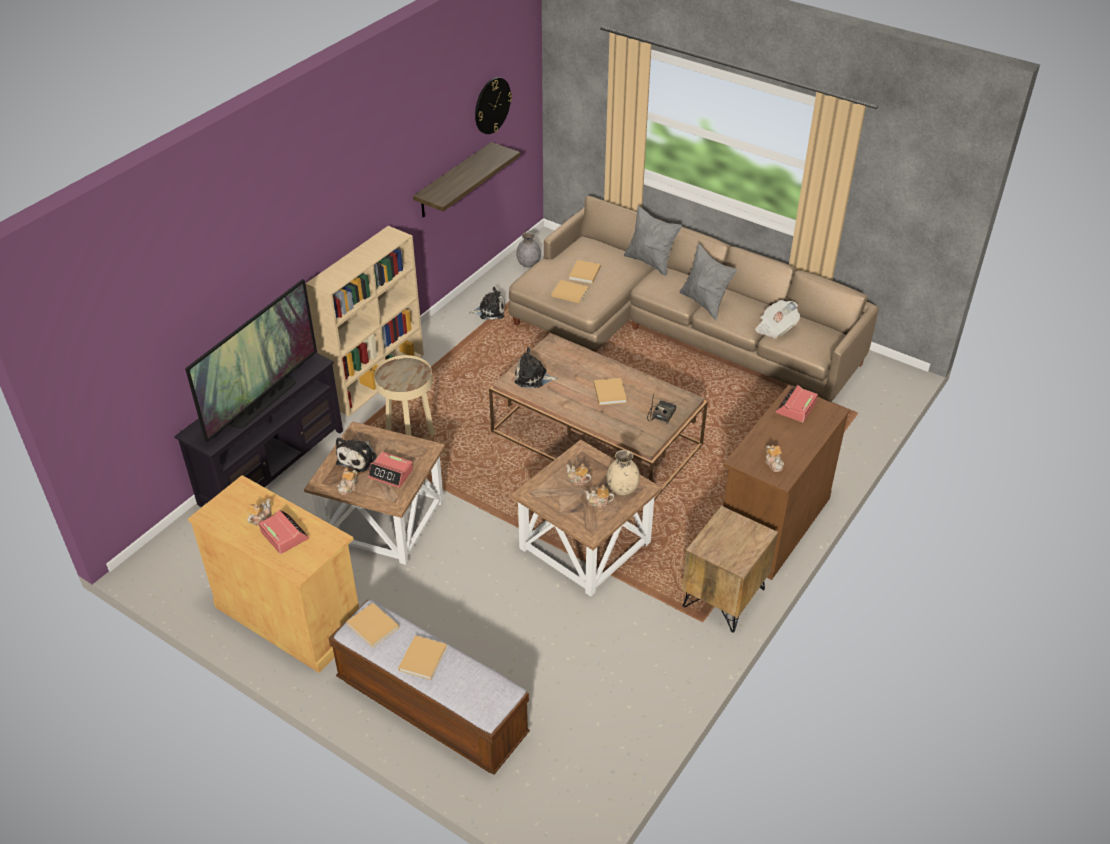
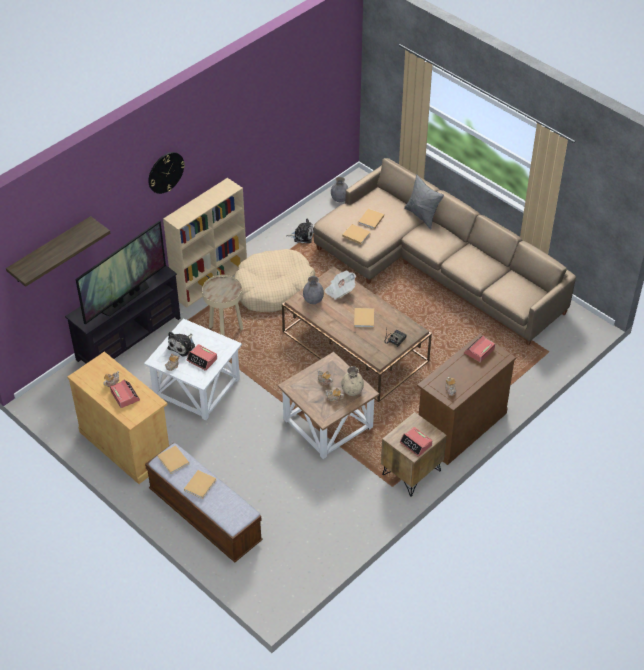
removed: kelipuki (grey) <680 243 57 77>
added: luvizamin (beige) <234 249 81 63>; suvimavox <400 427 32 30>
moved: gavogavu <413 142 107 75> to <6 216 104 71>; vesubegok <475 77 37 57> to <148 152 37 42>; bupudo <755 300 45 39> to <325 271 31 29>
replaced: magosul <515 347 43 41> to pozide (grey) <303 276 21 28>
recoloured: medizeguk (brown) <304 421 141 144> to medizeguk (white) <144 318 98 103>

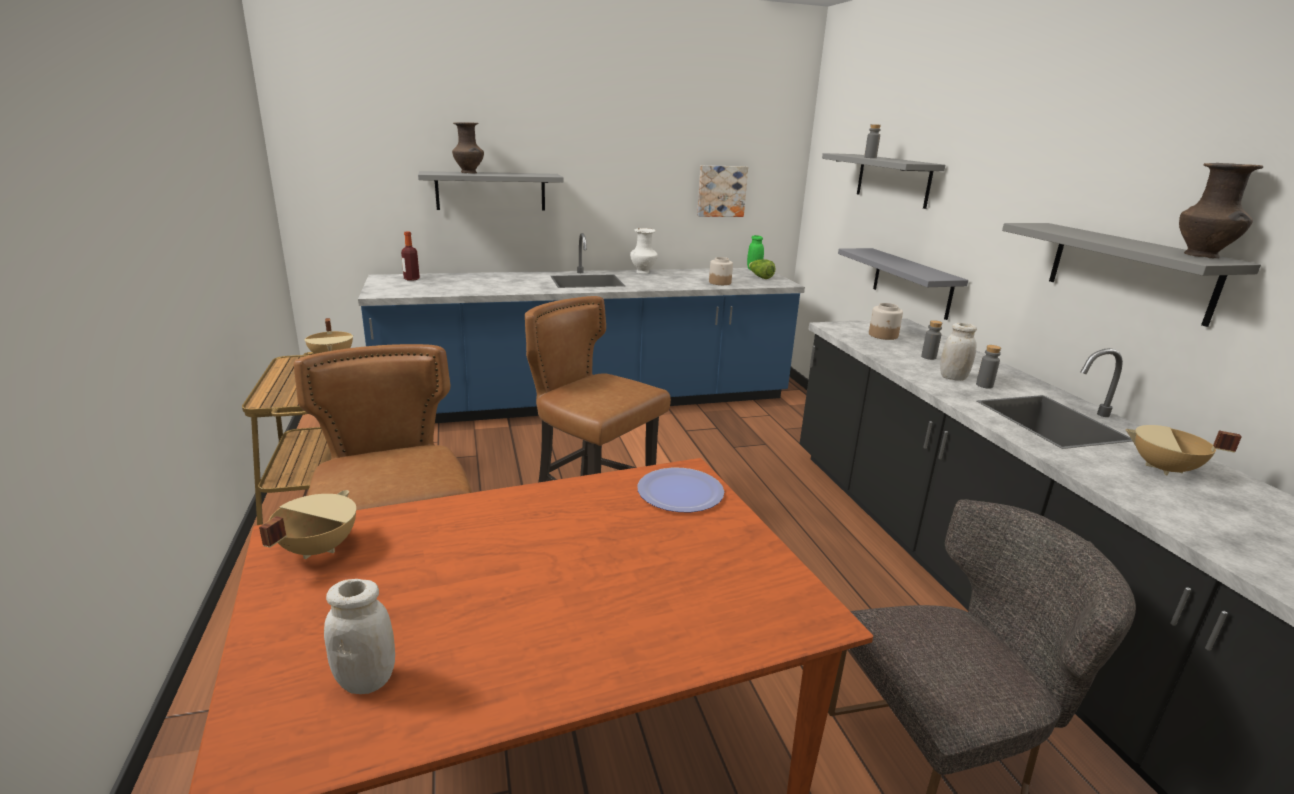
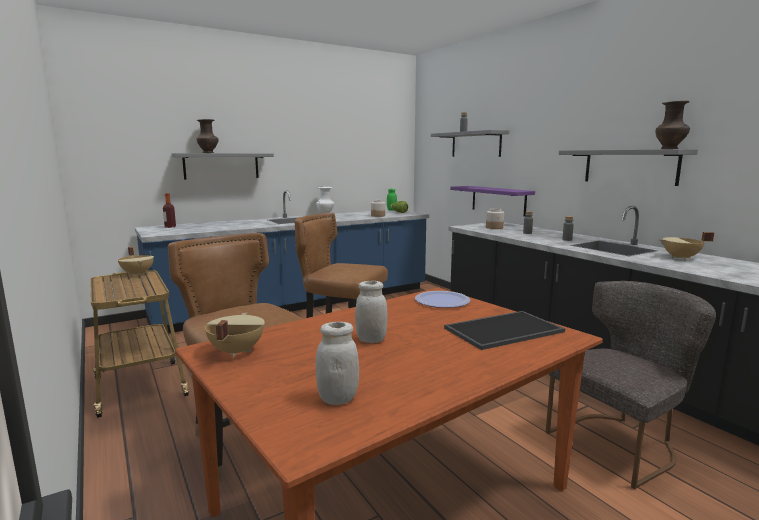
removed: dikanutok <697 165 51 52>
added: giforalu <444 311 121 39>
moved: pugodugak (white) <940 323 37 58> to <355 281 32 62>
recoloured: gavogavu (grey) <838 248 130 72> to gavogavu (purple) <450 186 85 31>

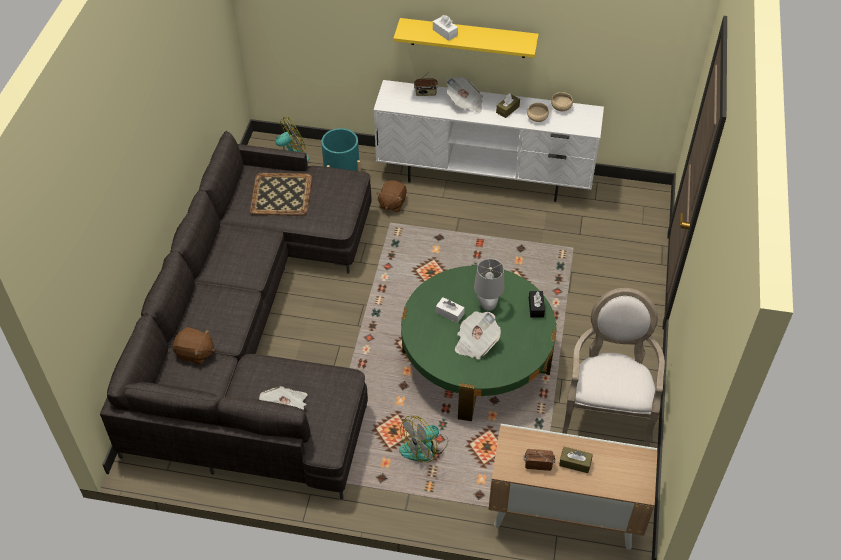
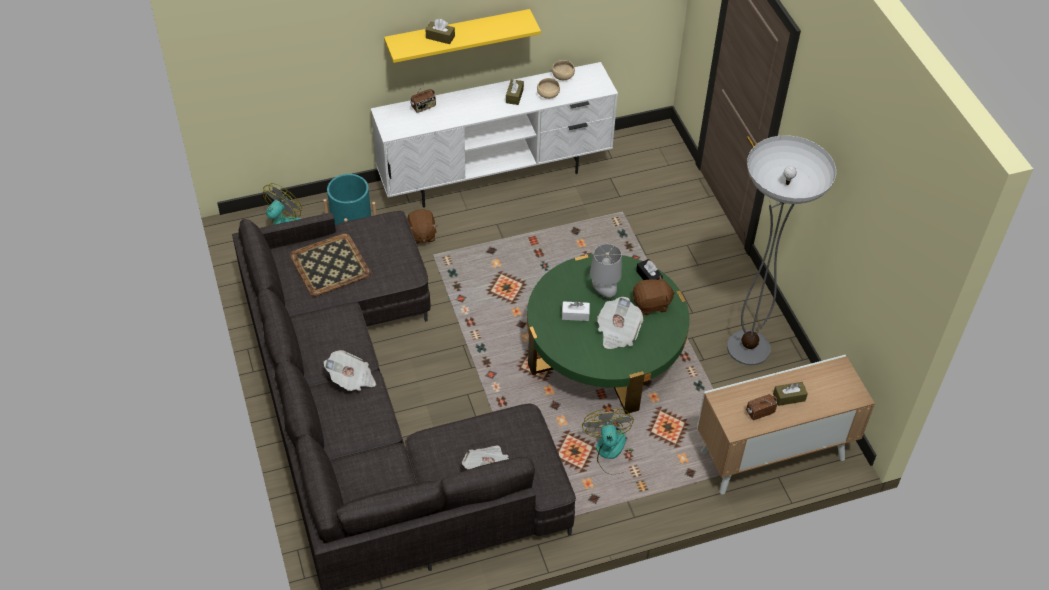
moved: magosul (brown) <173 327 42 38> to <633 275 42 40>; bupudo <446 76 37 37> to <324 350 52 41>
replaced: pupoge <562 288 103 159> to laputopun <727 135 109 230>
recoloured: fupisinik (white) <433 15 25 26> to fupisinik (brown) <426 19 29 25>
turned: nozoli <399 416 49 46> = <582 408 52 66> 150 degrees clockwise

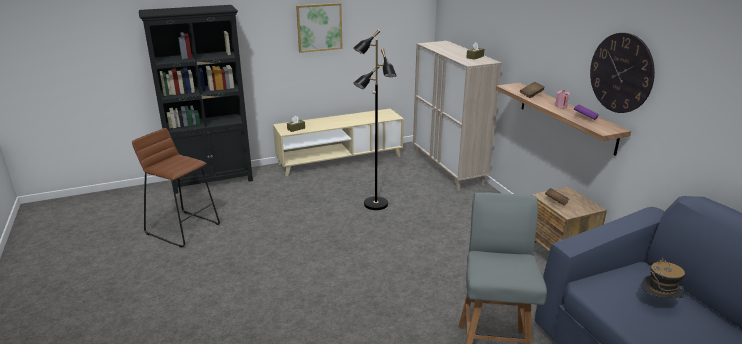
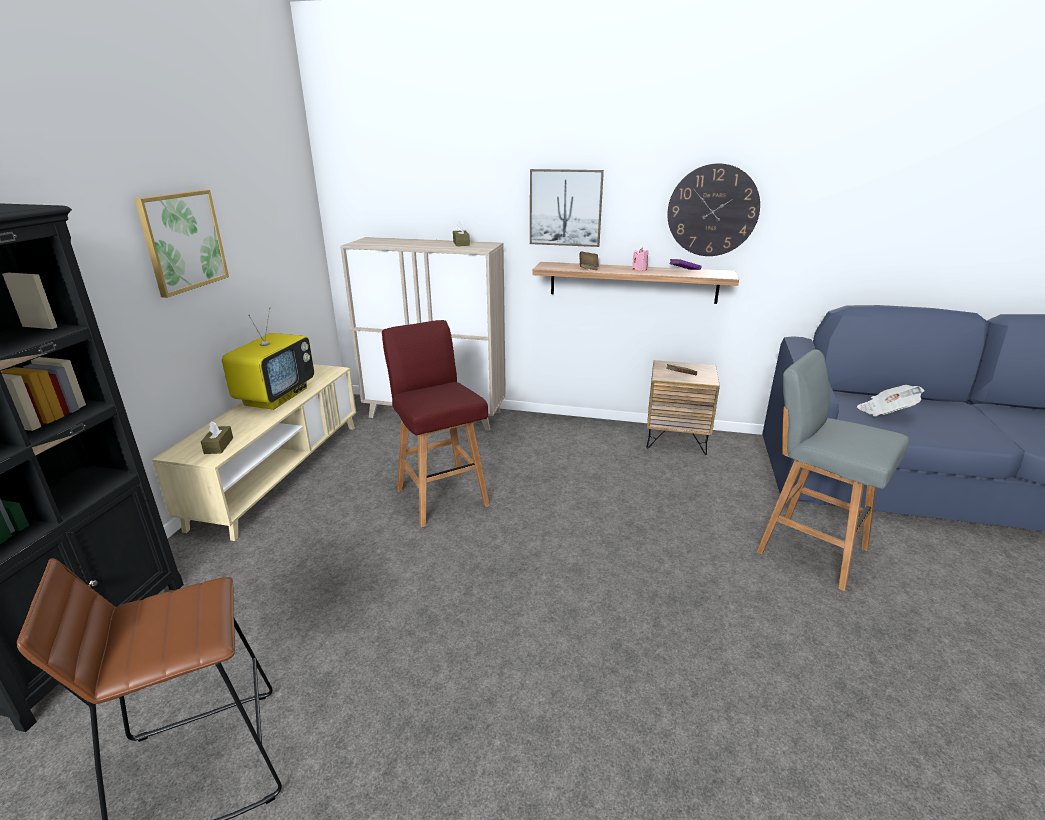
added: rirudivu <222 307 92 103>; dikanutok <530 169 74 78>
replaced: laputopun (black) <353 30 44 180> to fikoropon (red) <382 320 108 207>; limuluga <642 257 43 41> to bupudo <857 385 68 31>

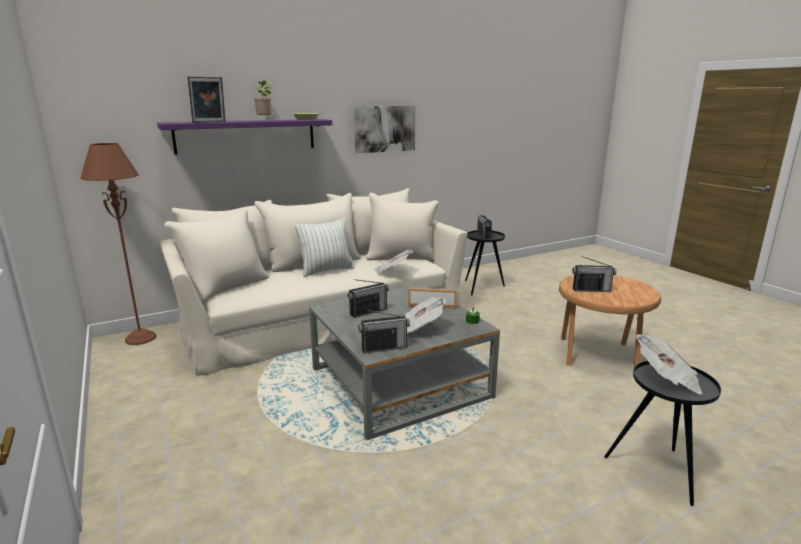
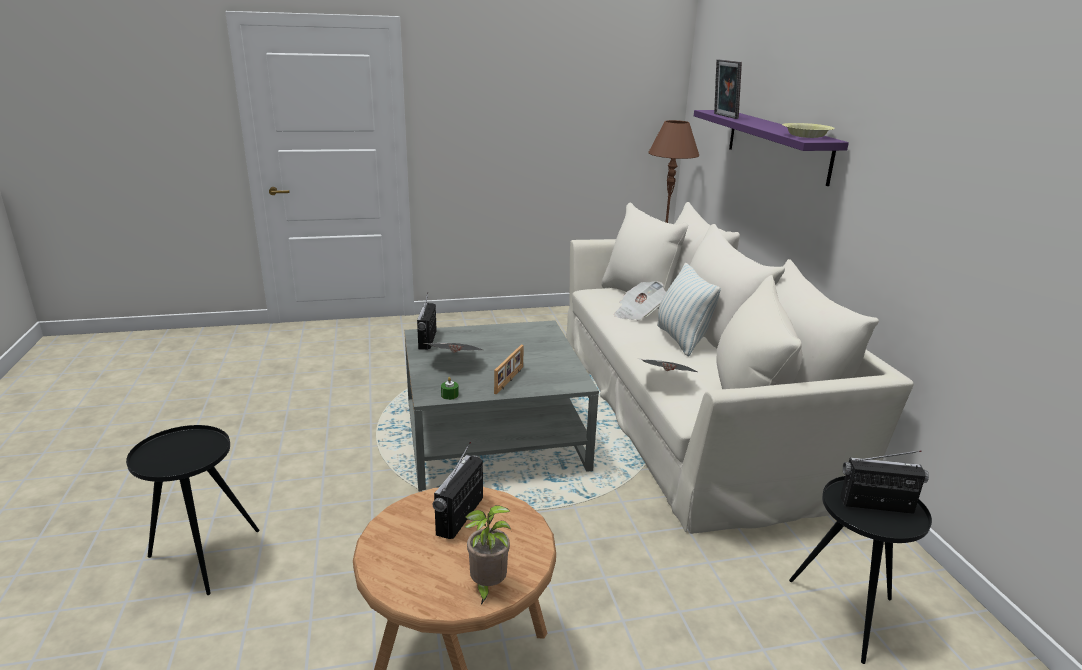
removed: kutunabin <347 279 42 39>; dikanutok <354 106 61 47>
moved: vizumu <254 81 19 36> to <464 505 47 100>; bupudo <636 334 66 60> to <614 281 52 40>

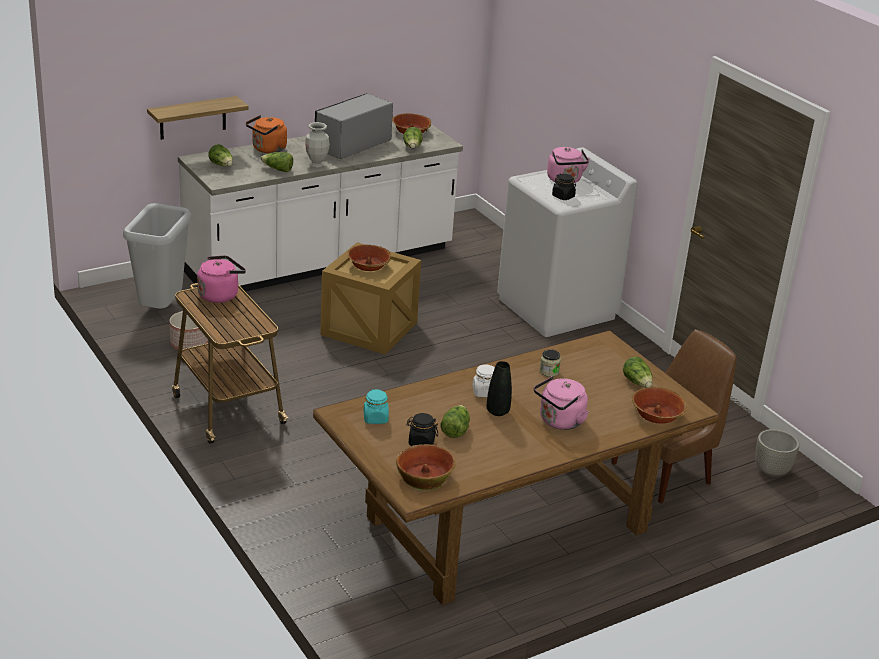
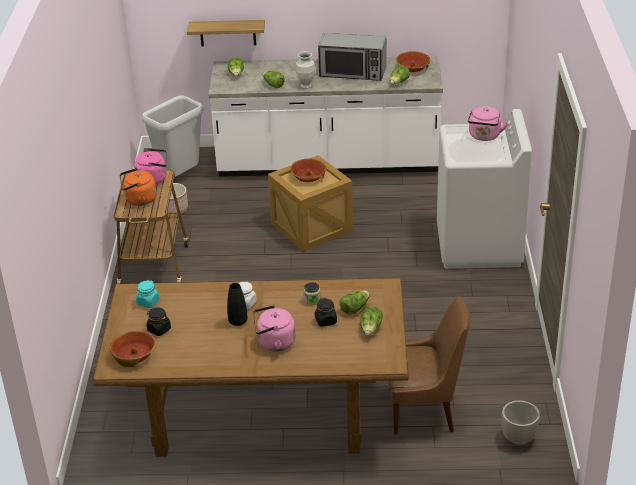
removed: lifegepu <632 387 55 37>
moved: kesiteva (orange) <246 115 41 38> to <120 168 37 38>; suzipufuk <441 405 29 33> to <339 291 31 24>; pugodugak (black) <552 174 24 26> to <315 298 22 29>
turned: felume <315 93 78 66> = <318 33 68 48> 150 degrees counterclockwise

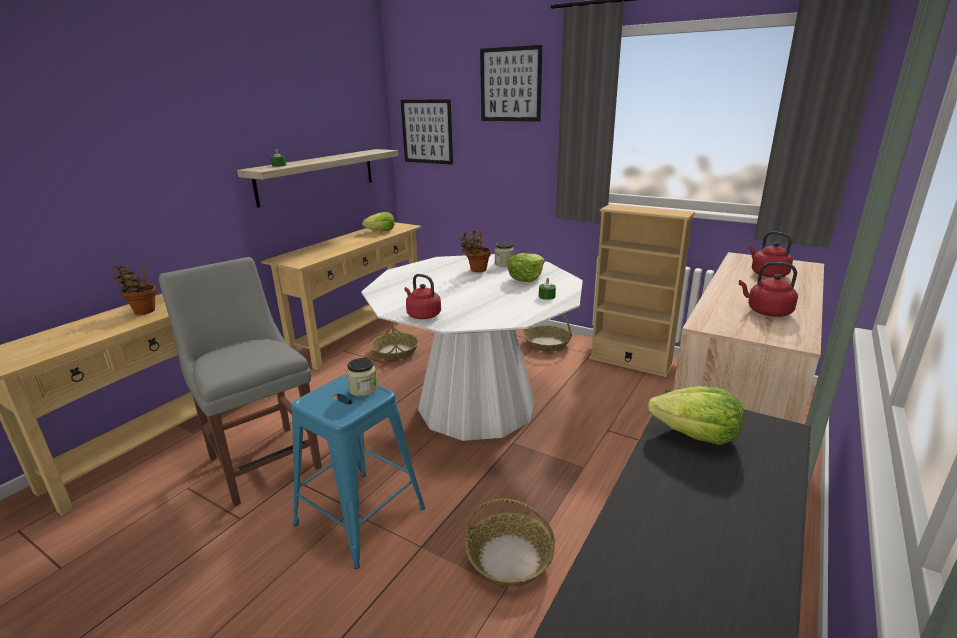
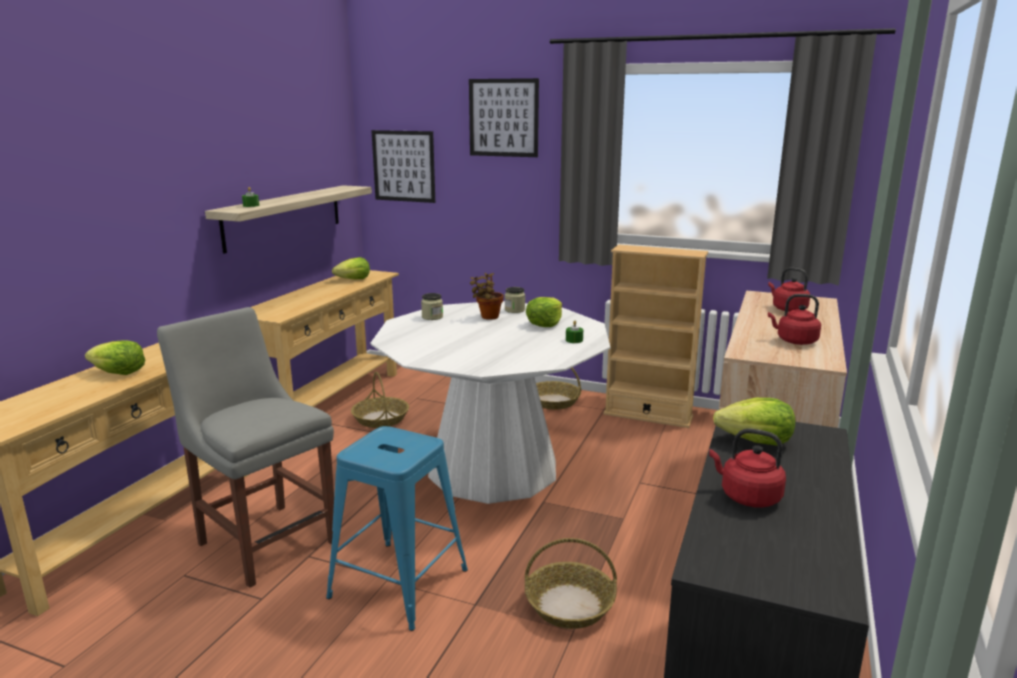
moved: pugodugak <347 358 30 38> to <421 293 22 27>; kesiteva (red) <404 274 37 45> to <709 428 77 80>
replaced: vizumu <112 264 45 51> to suzipufuk <85 341 60 34>

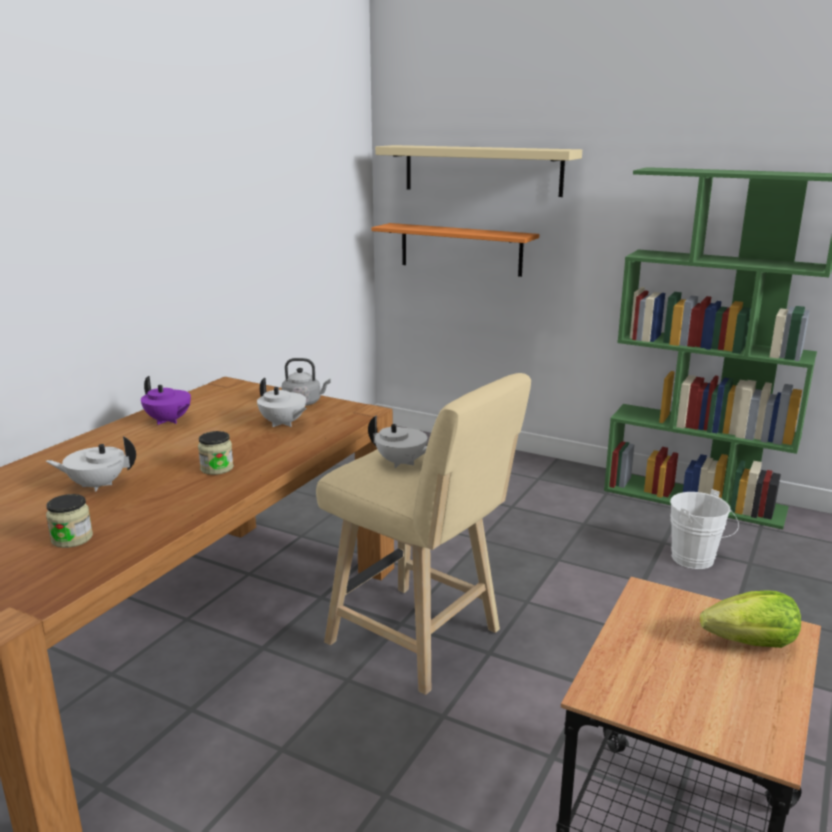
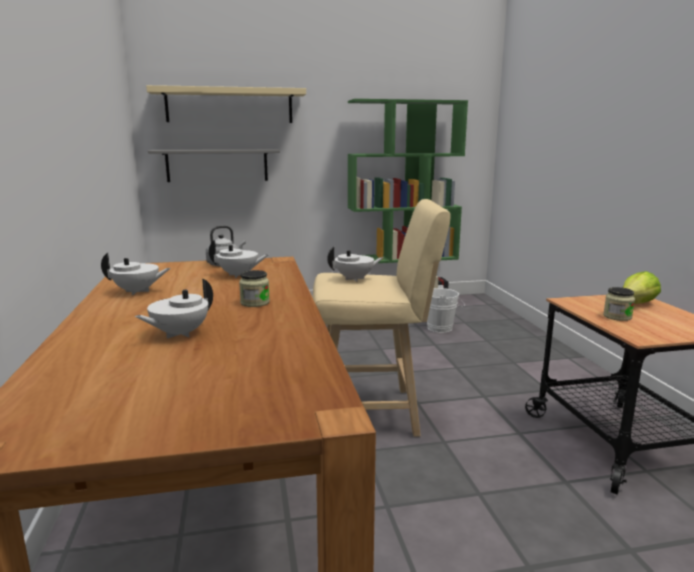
moved: pugodugak <46 494 47 54> to <603 287 32 34>
recoloured: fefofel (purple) <141 376 50 49> to fefofel (white) <101 253 70 42>; gavogavu (orange) <371 223 168 54> to gavogavu (grey) <148 149 132 33>

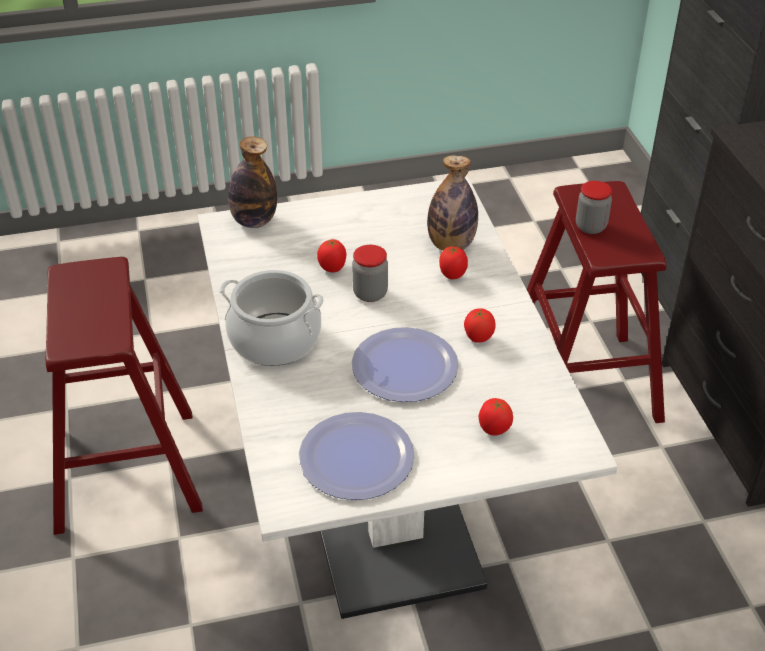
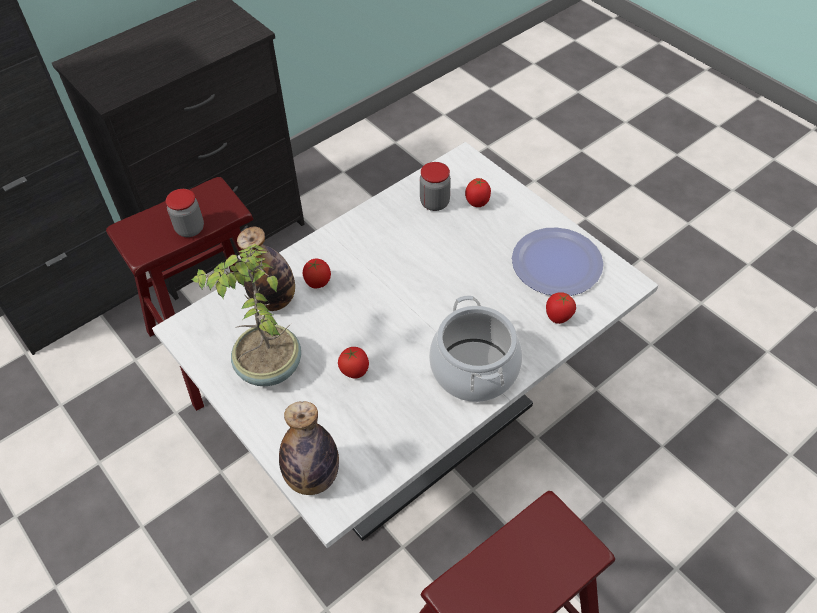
removed: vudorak <352 327 107 75>
added: vizumu <191 244 110 142>
moved: pugodugak <352 245 36 57> to <420 162 31 49>; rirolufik <464 308 32 35> to <546 292 30 32>

